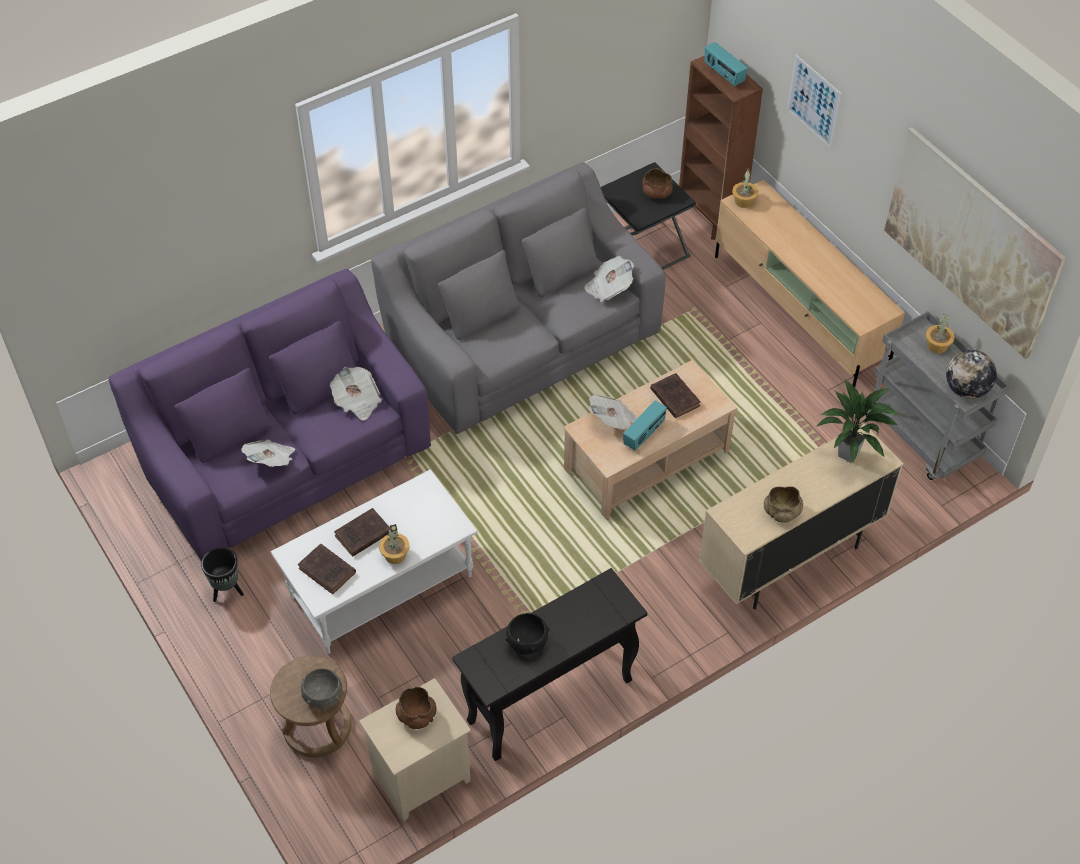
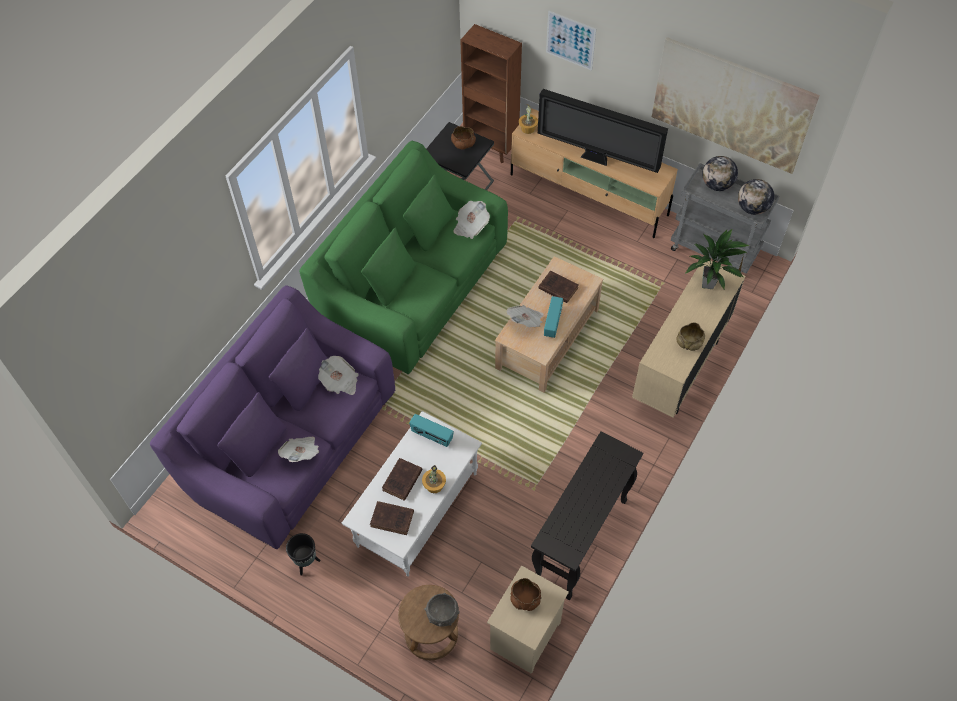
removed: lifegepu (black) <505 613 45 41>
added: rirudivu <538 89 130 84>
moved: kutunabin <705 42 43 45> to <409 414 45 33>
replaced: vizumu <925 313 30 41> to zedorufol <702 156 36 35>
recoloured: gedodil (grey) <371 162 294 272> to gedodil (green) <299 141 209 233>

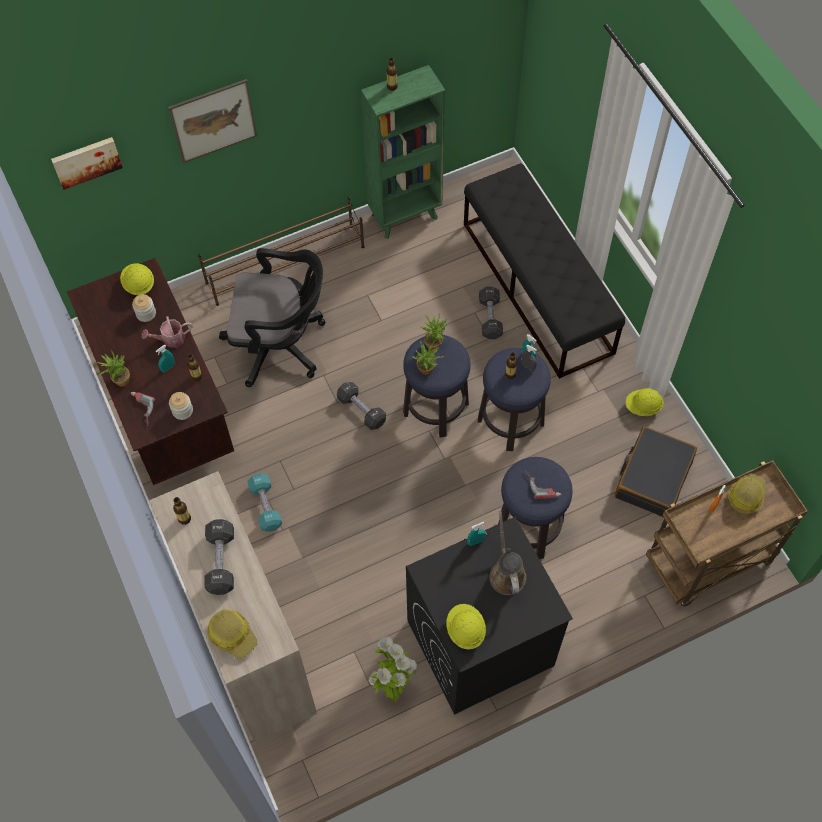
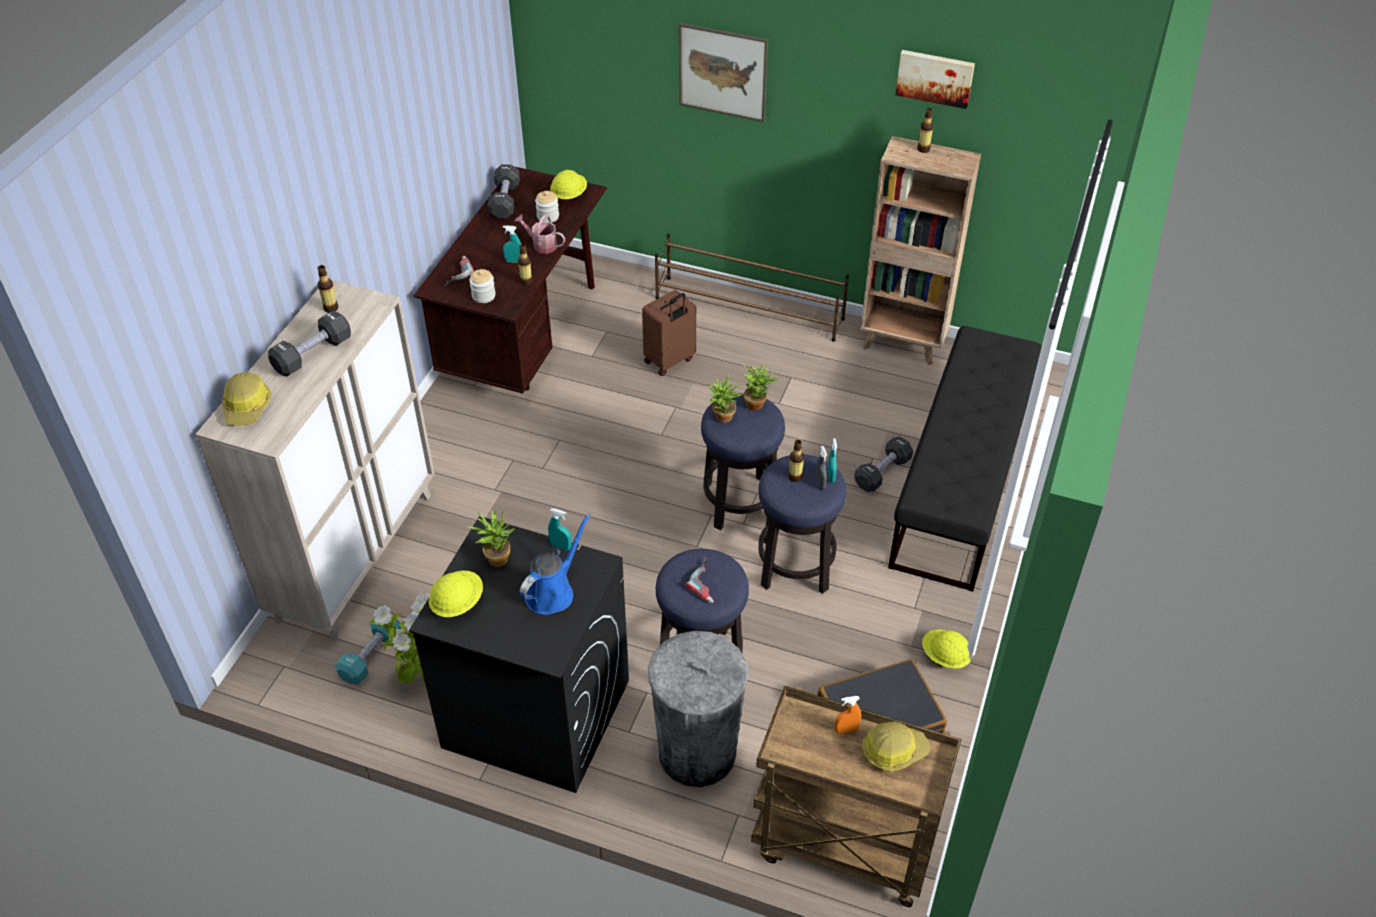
added: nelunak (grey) <648 631 100 156>
moved: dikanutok <51 137 72 53> to <896 50 79 59>; vizumu <96 350 34 36> to <467 510 47 57>; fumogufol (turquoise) <247 473 35 59> to <335 617 66 67>; fumogufol (black) <337 382 49 48> to <488 164 32 55>
replaced: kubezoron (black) <219 248 106 139> to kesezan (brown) <642 290 54 86>
recoloured: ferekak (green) <361 65 84 174> to ferekak (brown) <861 136 120 229>; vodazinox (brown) <489 511 37 84> to vodazinox (blue) <519 513 72 102>

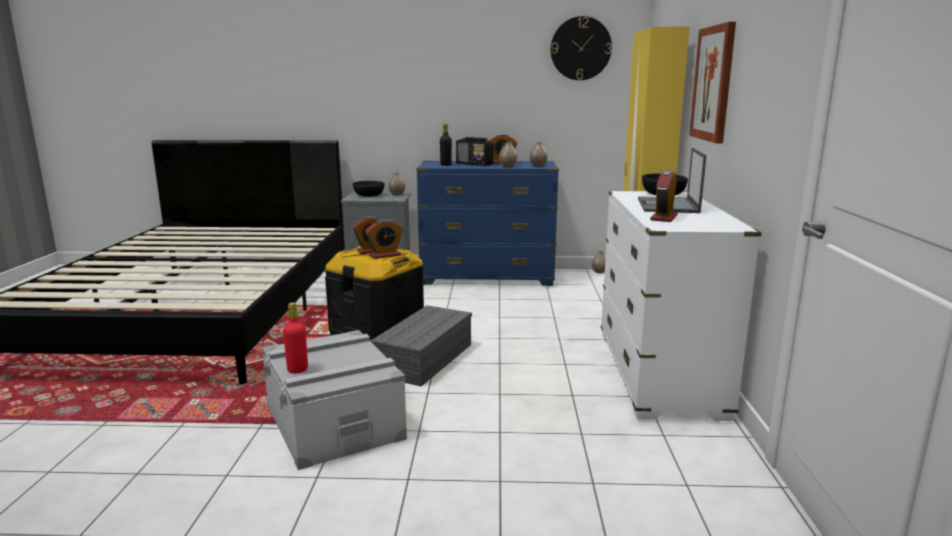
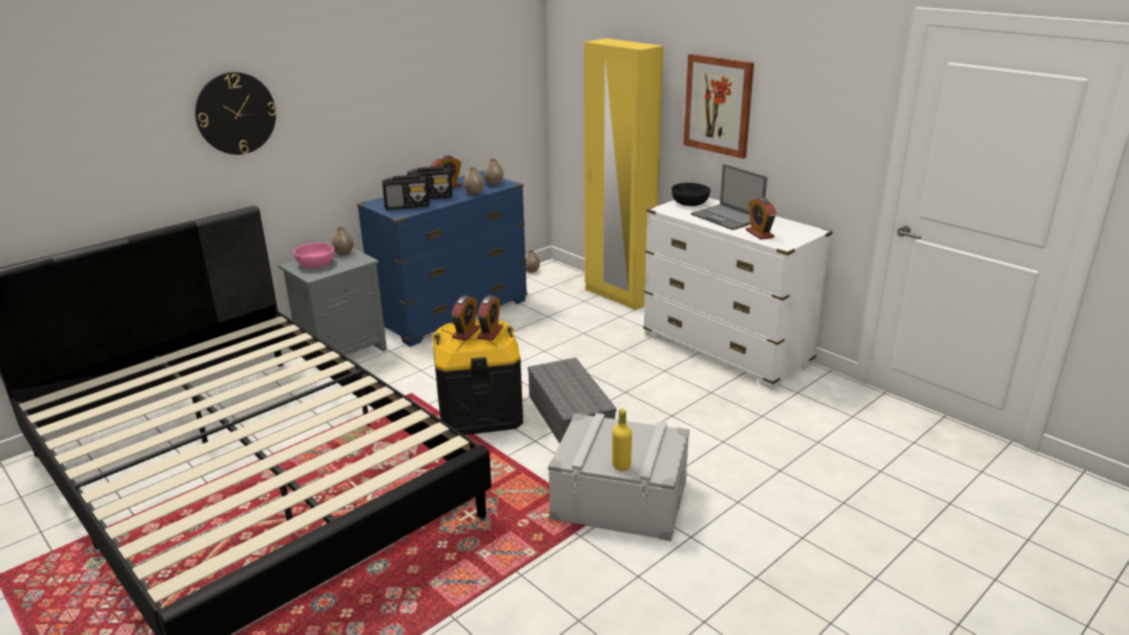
moved: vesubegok <551 16 61 64> to <195 72 82 83>
replaced: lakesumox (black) <440 124 12 42> to kutunabin <382 174 47 36>
recoloured: lakesumox (red) <283 302 25 72> to lakesumox (yellow) <612 409 20 62>; lifegepu (black) <353 181 32 16> to lifegepu (pink) <294 243 41 25>

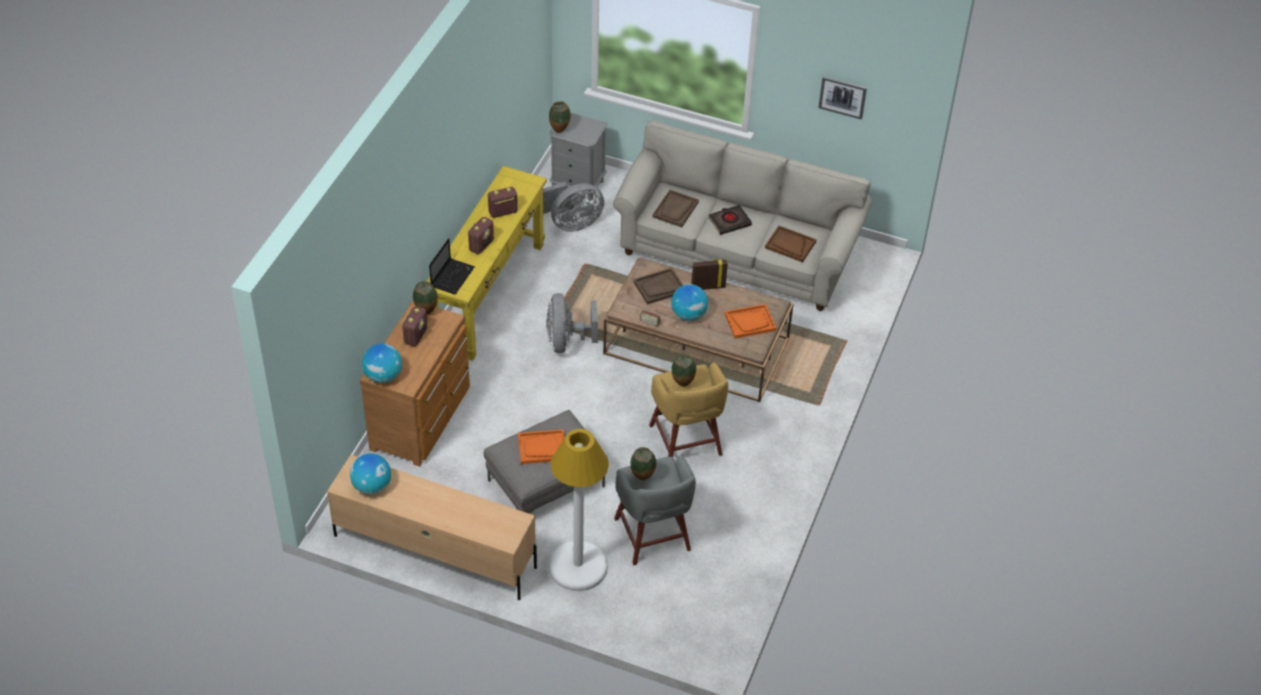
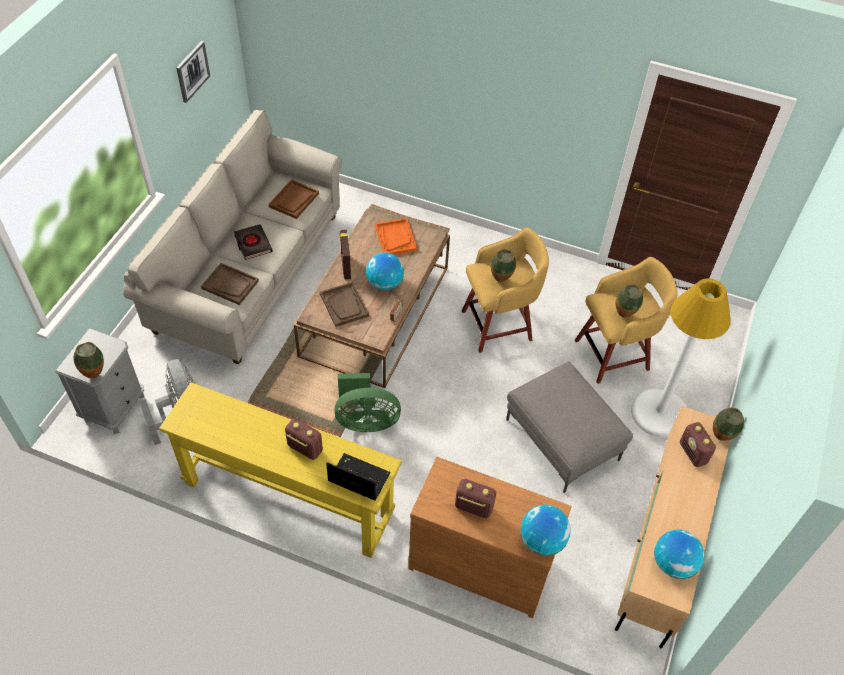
removed: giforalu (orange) <518 429 47 35>
moved: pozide <413 281 25 33> to <713 408 31 33>; kutunabin <488 187 30 31> to <680 422 37 45>
recoloured: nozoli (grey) <546 293 52 60> to nozoli (green) <334 373 67 59>; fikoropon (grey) <614 455 82 110> to fikoropon (yellow) <575 257 103 127>

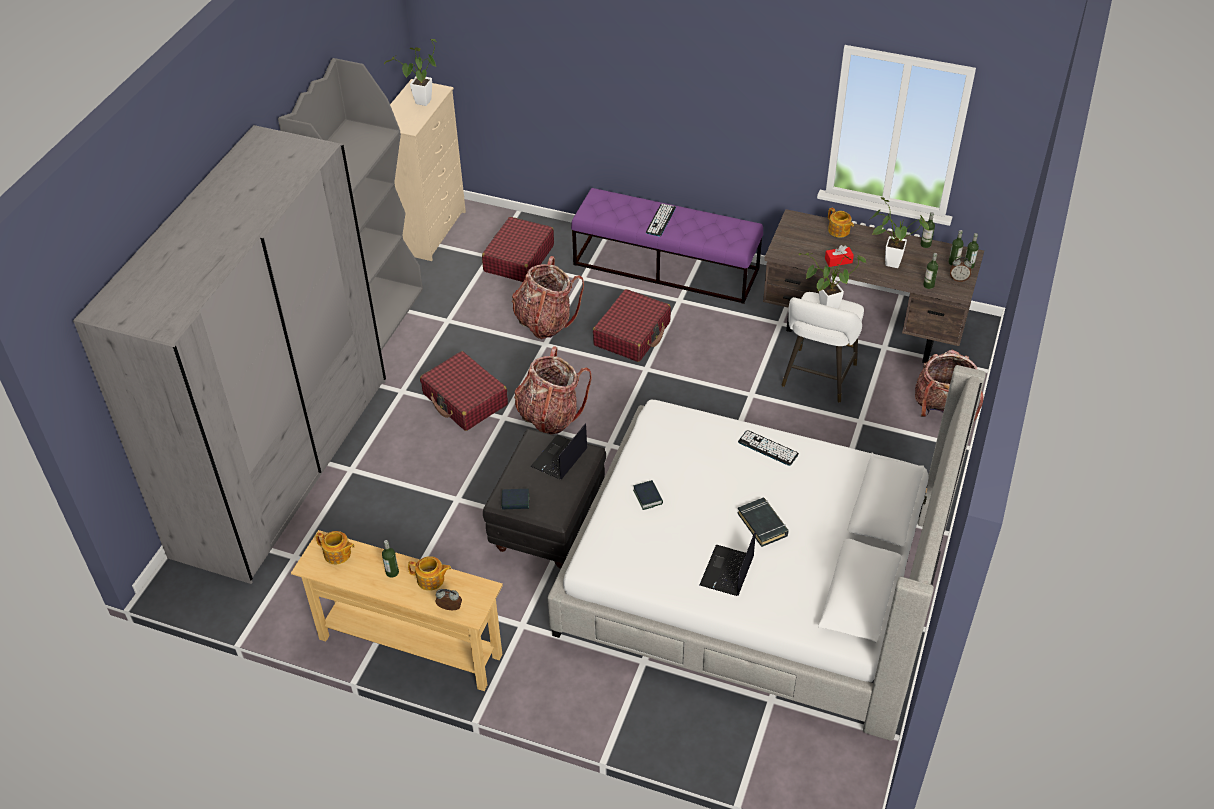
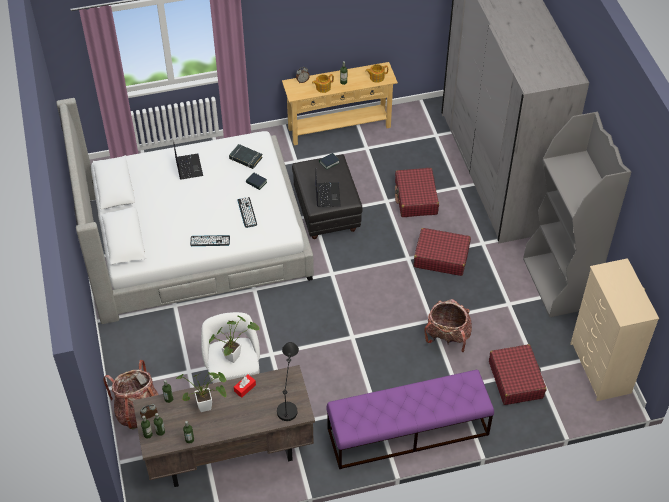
removed: vizumu <384 39 54 67>; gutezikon <514 346 78 88>; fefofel <828 207 26 31>
added: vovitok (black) <277 342 22 79>
moved: kesezan (red) <593 289 78 73> to <395 168 44 49>; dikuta <646 204 30 33> to <237 197 20 31>; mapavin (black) <737 498 52 49> to <229 144 34 25>

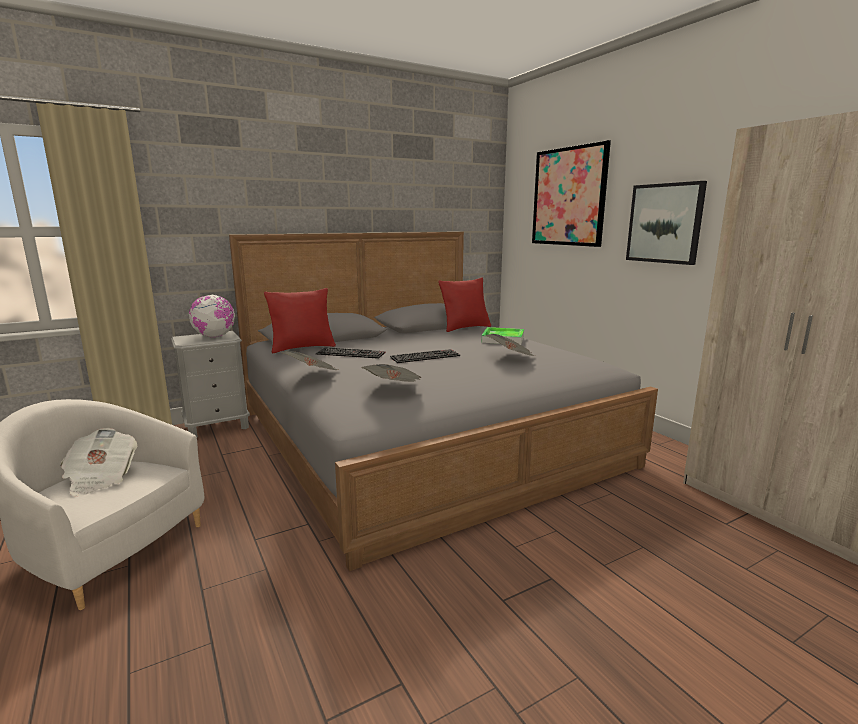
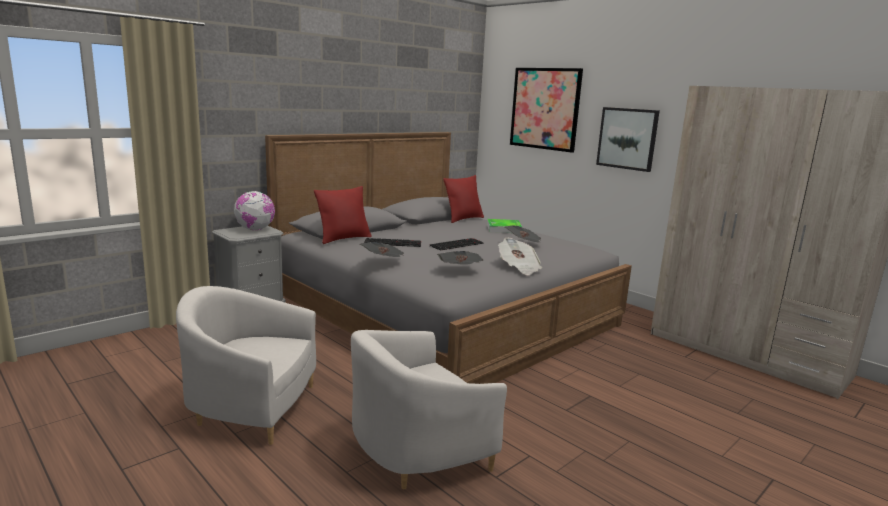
added: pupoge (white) <351 330 156 159>
moved: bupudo <61 428 77 68> to <498 238 44 37>

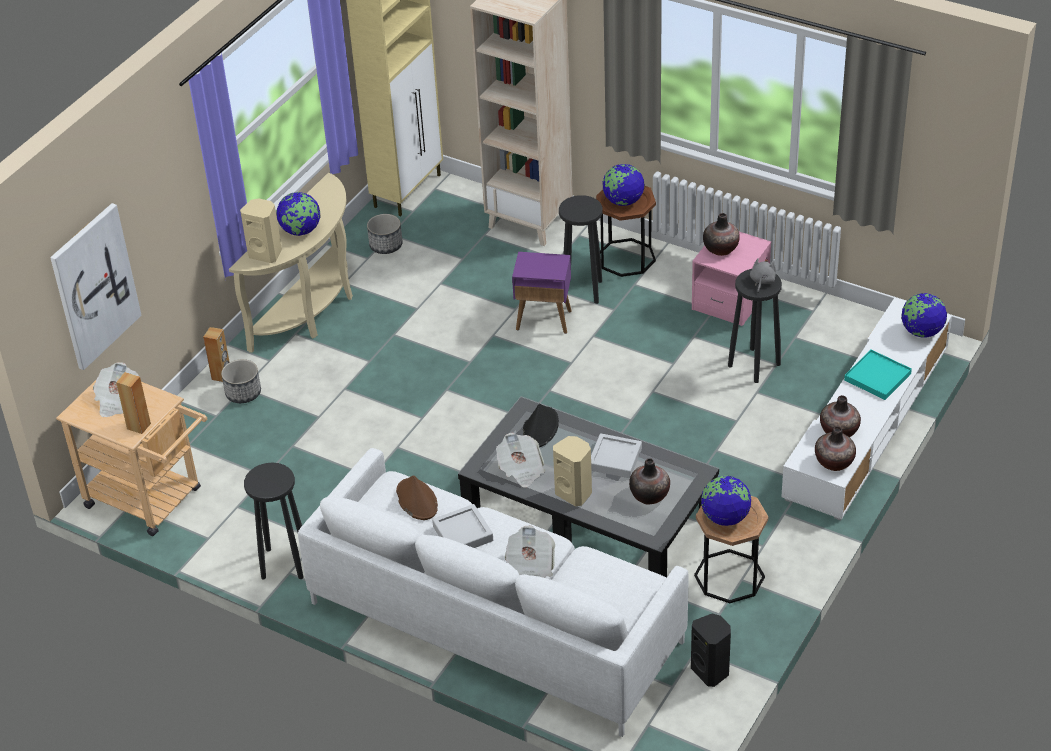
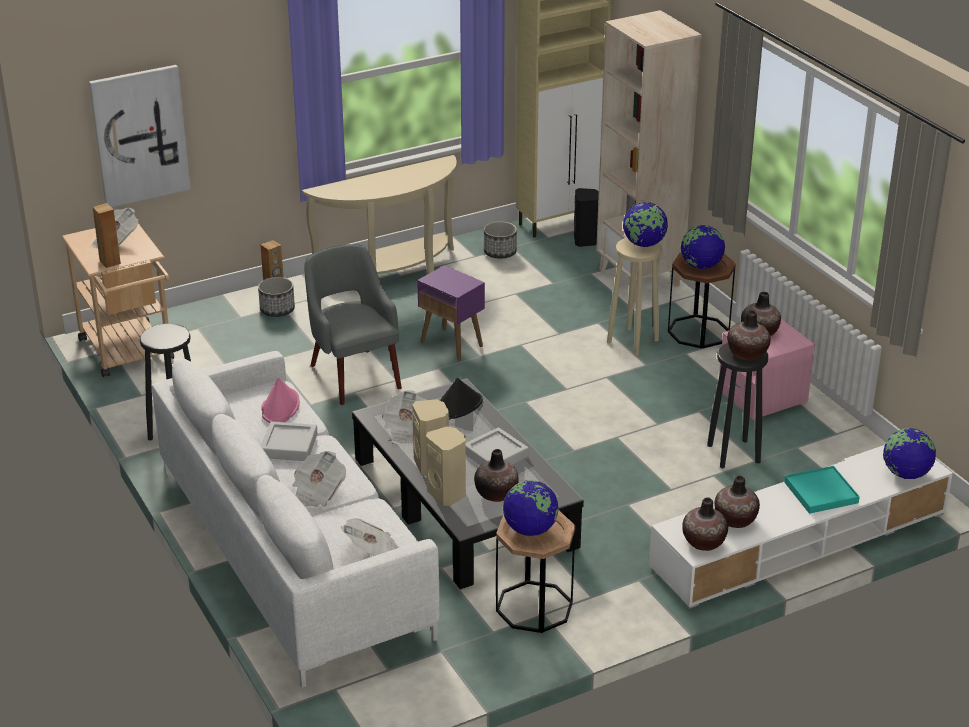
added: pupoge (grey) <304 244 98 161>; bupudo <341 518 58 38>
moved: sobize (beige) <240 198 42 65> to <426 427 40 79>; zedorufol <276 192 45 44> to <623 202 45 45>; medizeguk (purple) <512 252 60 82> to <417 265 68 96>; sobize (black) <691 613 40 74> to <574 188 25 59>
replaced: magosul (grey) <750 258 26 34> to pozide <727 310 43 50>
recoloured: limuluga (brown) <396 475 42 45> to limuluga (pink) <261 377 39 46>; fikoropon (black) <559 195 44 109> to fikoropon (beige) <607 238 55 117>

